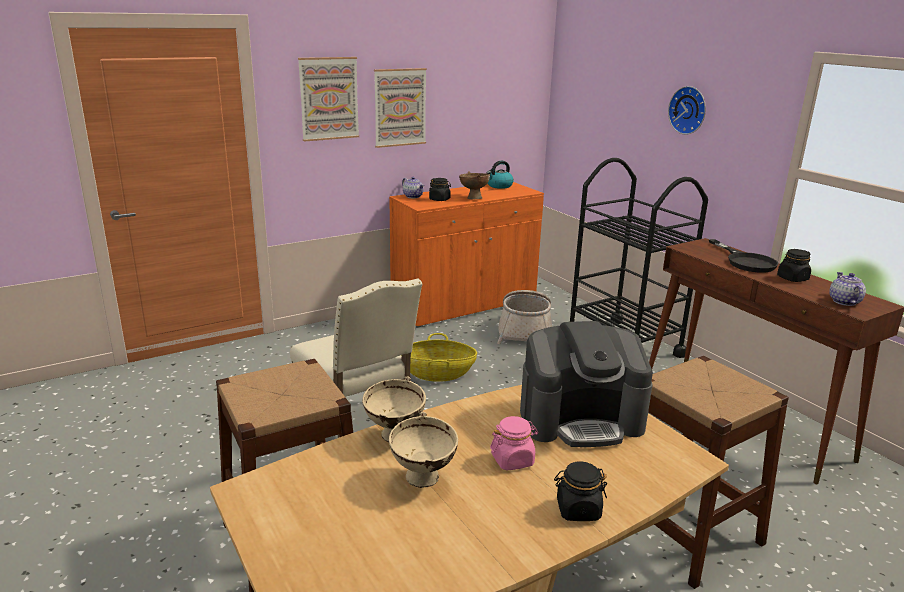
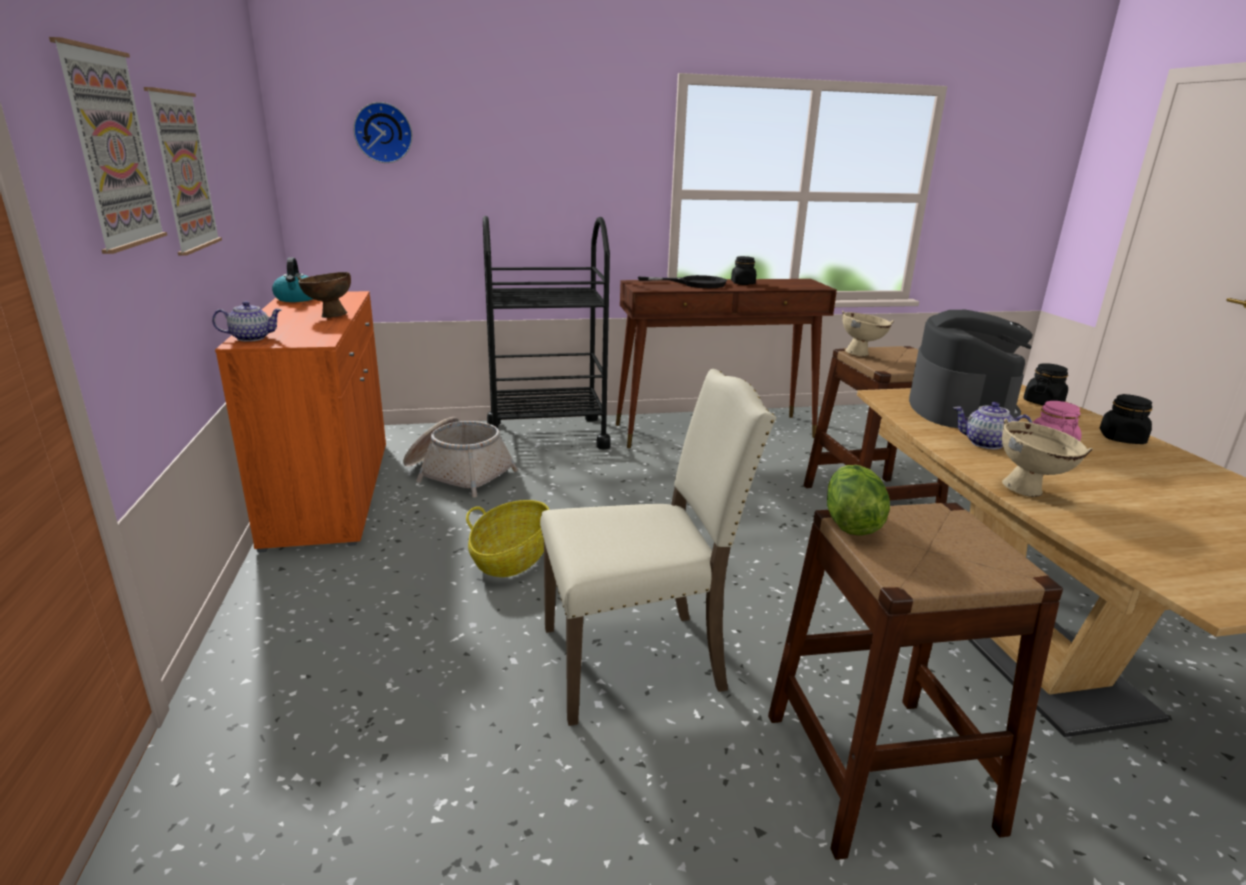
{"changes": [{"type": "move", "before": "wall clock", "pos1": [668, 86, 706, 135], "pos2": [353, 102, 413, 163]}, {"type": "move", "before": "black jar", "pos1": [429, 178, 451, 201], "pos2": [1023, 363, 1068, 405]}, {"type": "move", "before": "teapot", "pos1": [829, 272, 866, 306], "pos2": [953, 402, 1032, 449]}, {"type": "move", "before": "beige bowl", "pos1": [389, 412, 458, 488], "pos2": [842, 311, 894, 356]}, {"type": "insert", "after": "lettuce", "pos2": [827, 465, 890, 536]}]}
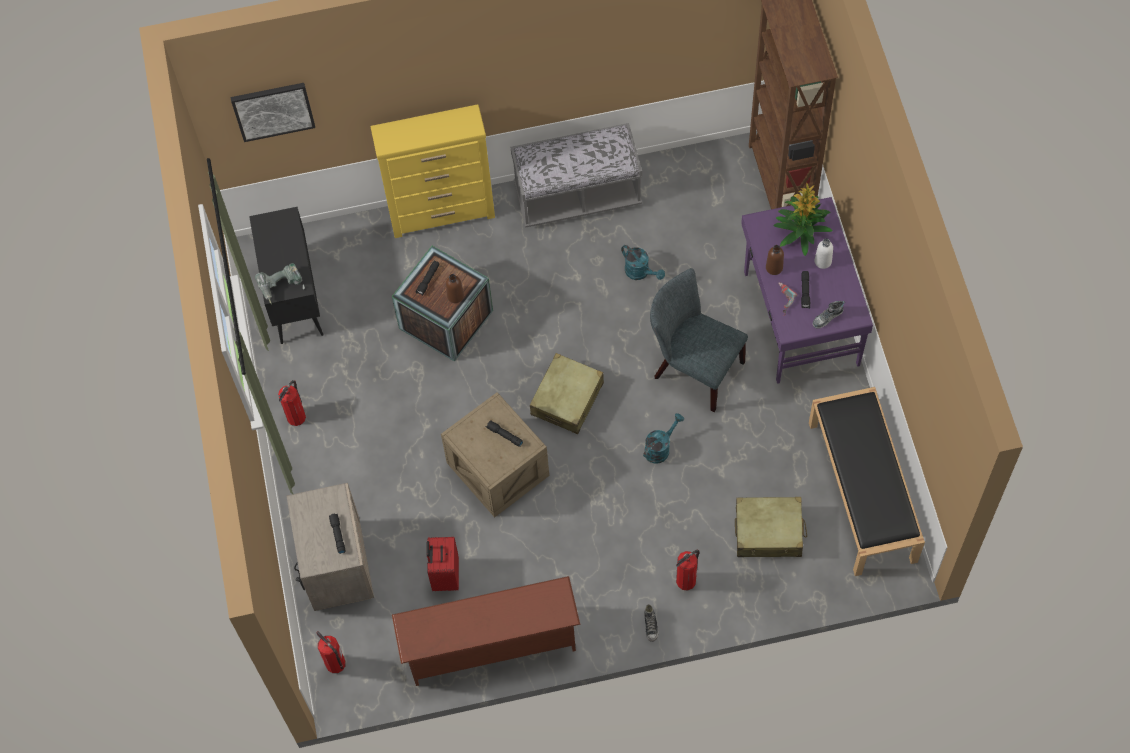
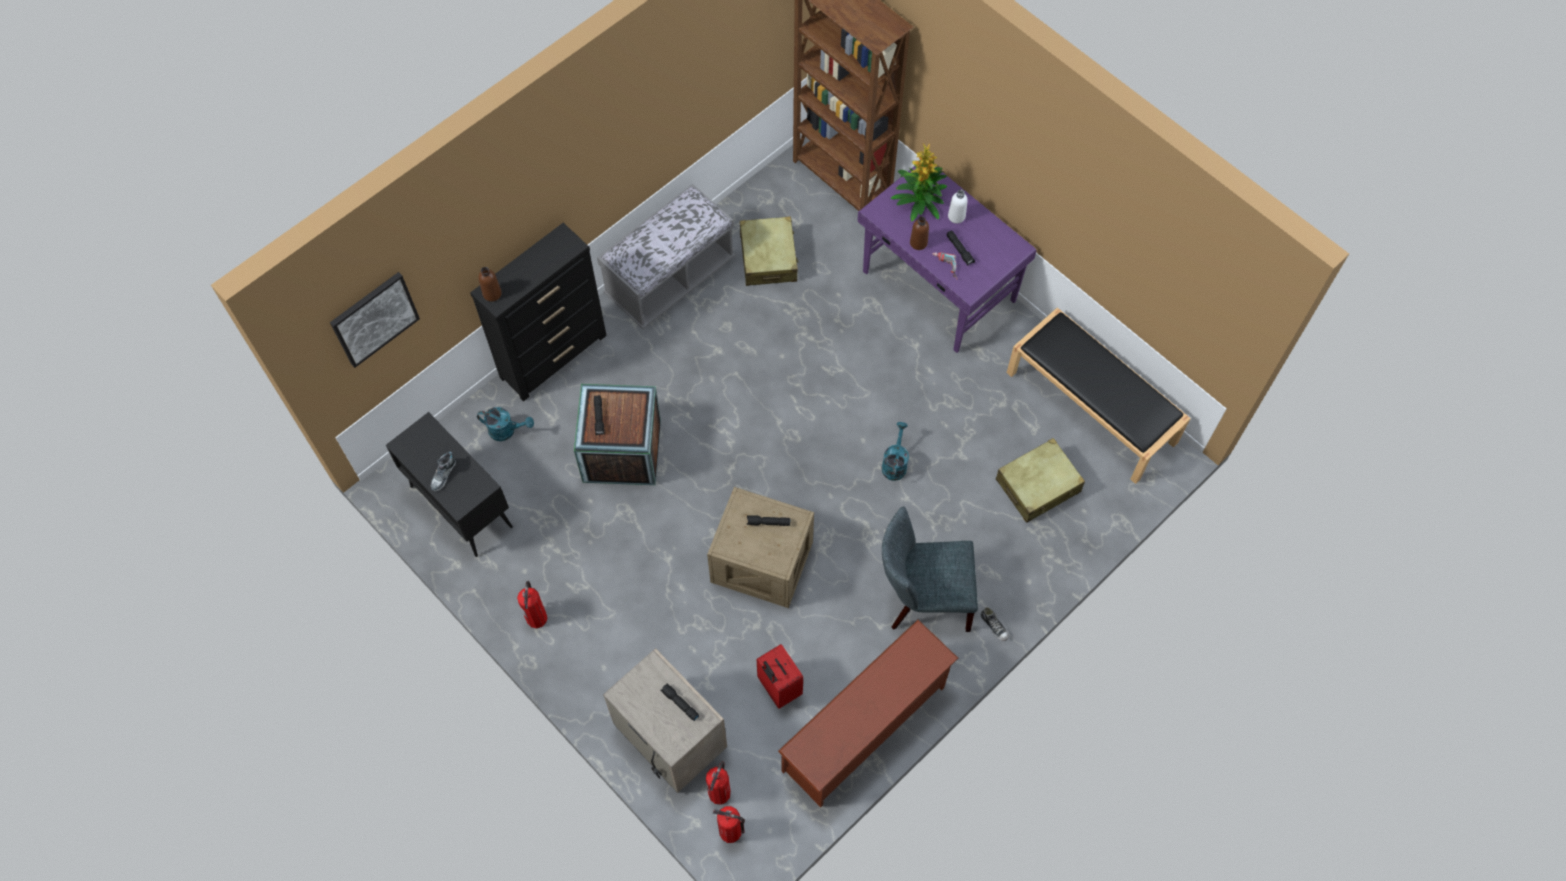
{"changes": [{"type": "recolor", "before": "yellow dresser", "after": "black dresser", "pos1": [371, 104, 495, 238], "pos2": [470, 223, 606, 401]}, {"type": "move", "before": "turquoise watering can", "pos1": [621, 245, 665, 280], "pos2": [477, 407, 534, 441]}, {"type": "delete", "before": "power drill", "pos1": [255, 263, 305, 305]}, {"type": "move", "before": "grey chair", "pos1": [650, 268, 748, 412], "pos2": [882, 506, 978, 632]}, {"type": "move", "before": "brown bottle", "pos1": [446, 274, 464, 303], "pos2": [479, 267, 502, 302]}, {"type": "move", "before": "shoe", "pos1": [812, 301, 845, 328], "pos2": [431, 451, 456, 491]}, {"type": "move", "before": "beige suitcase", "pos1": [530, 353, 604, 434], "pos2": [740, 216, 798, 286]}, {"type": "move", "before": "fire extinguisher", "pos1": [676, 550, 700, 590], "pos2": [706, 761, 731, 805]}]}
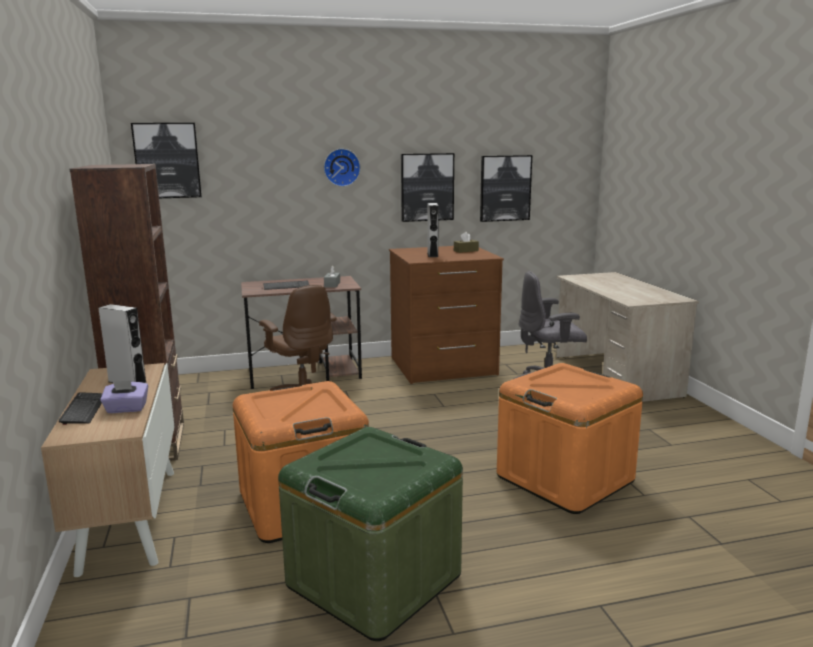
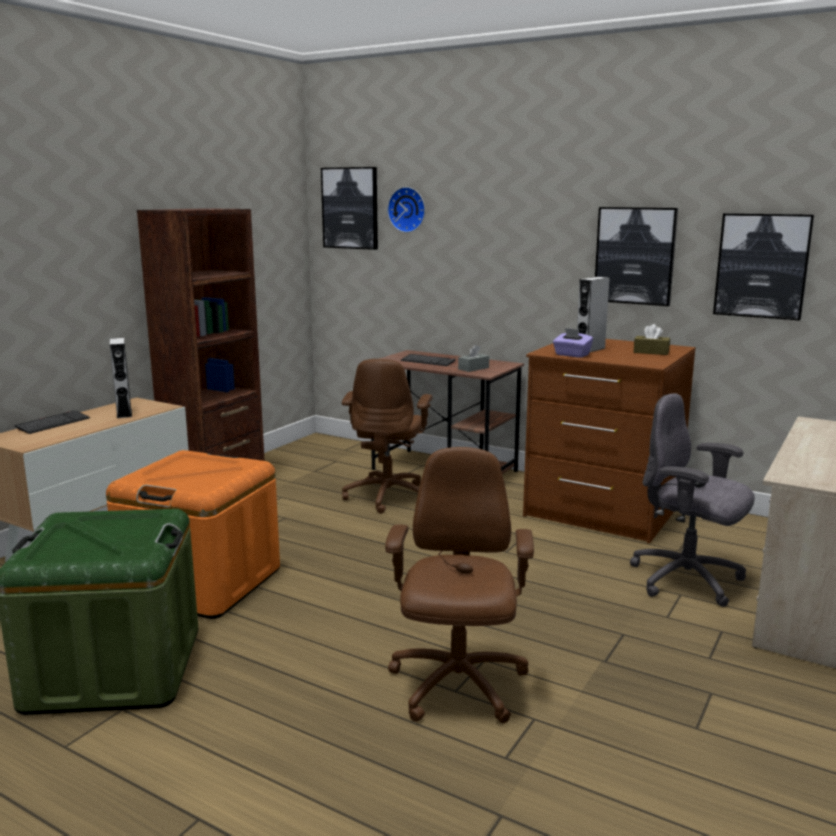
{"changes": [{"type": "move", "before": "wall clock", "pos1": [324, 148, 361, 187], "pos2": [387, 187, 425, 233]}, {"type": "replace", "before": "orange storage box", "after": "brown office chair", "pos1": [497, 363, 643, 514], "pos2": [385, 447, 534, 723]}, {"type": "move", "before": "purple tissue box", "pos1": [100, 381, 148, 413], "pos2": [553, 328, 593, 358]}]}
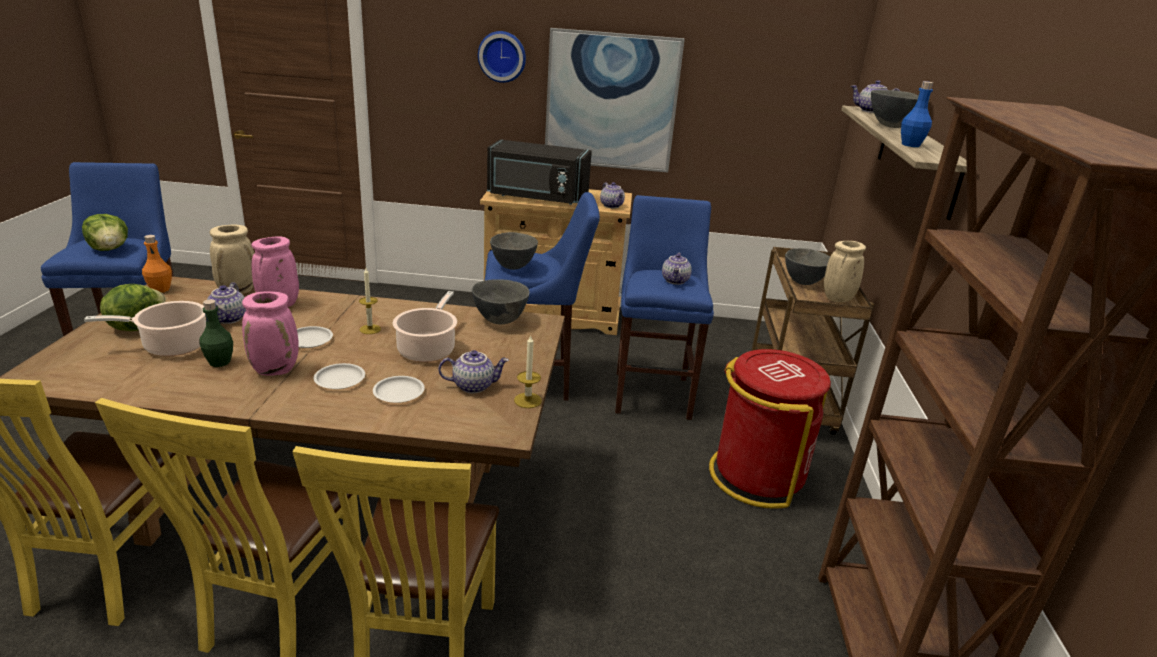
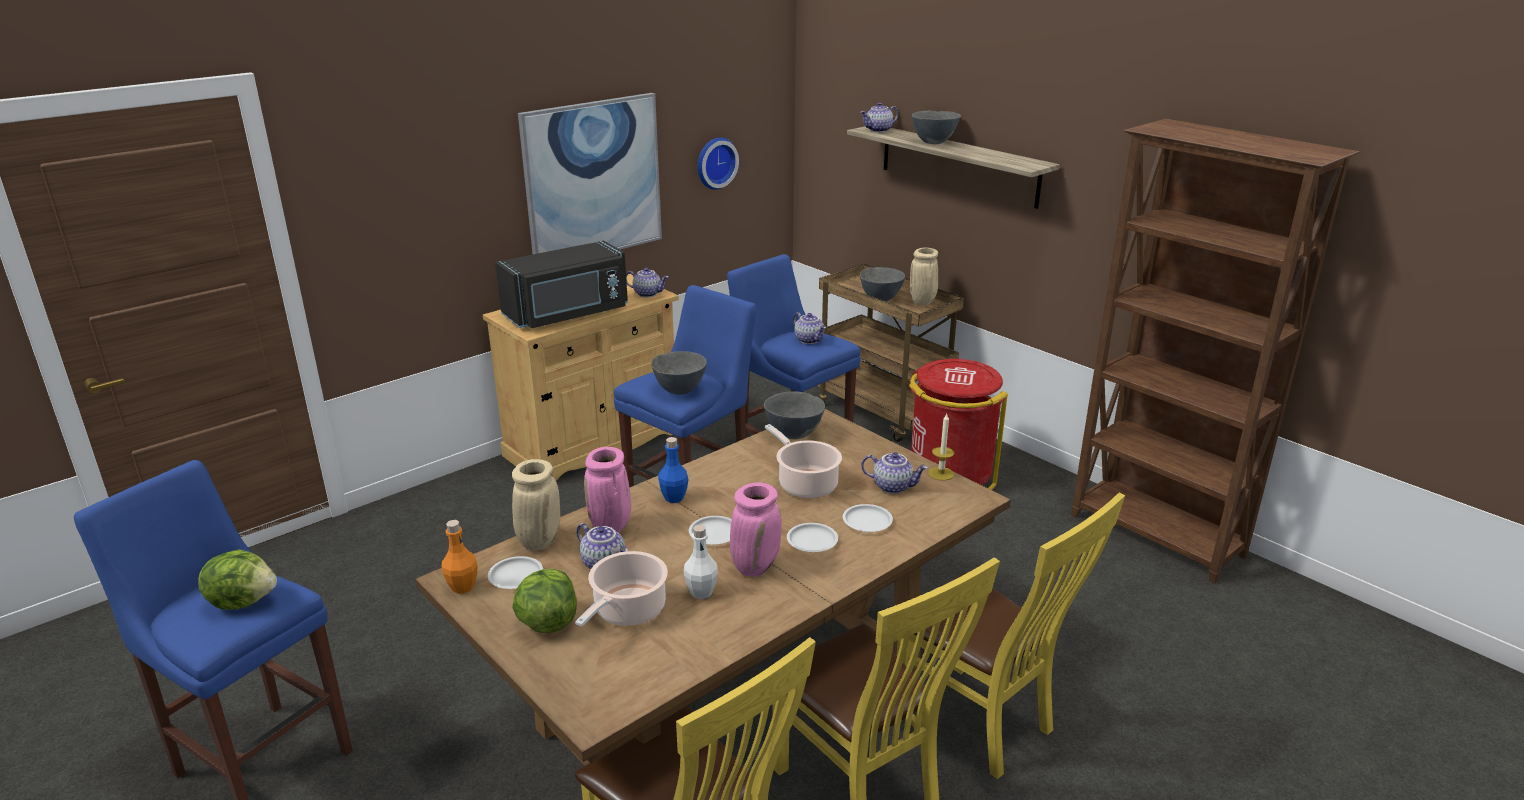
{"changes": [{"type": "move", "before": "wall clock", "pos1": [478, 31, 526, 83], "pos2": [697, 137, 739, 190]}, {"type": "move", "before": "blue bottle", "pos1": [901, 81, 933, 147], "pos2": [658, 437, 689, 503]}, {"type": "delete", "before": "candle", "pos1": [359, 268, 381, 334]}, {"type": "recolor", "before": "green bottle", "after": "white bottle", "pos1": [199, 299, 233, 367], "pos2": [684, 525, 718, 599]}, {"type": "rotate", "before": "teapot", "pos1": [438, 350, 509, 393], "pos2": [861, 452, 928, 494], "turn": 75}, {"type": "insert", "after": "white plate", "pos2": [488, 556, 543, 589]}]}
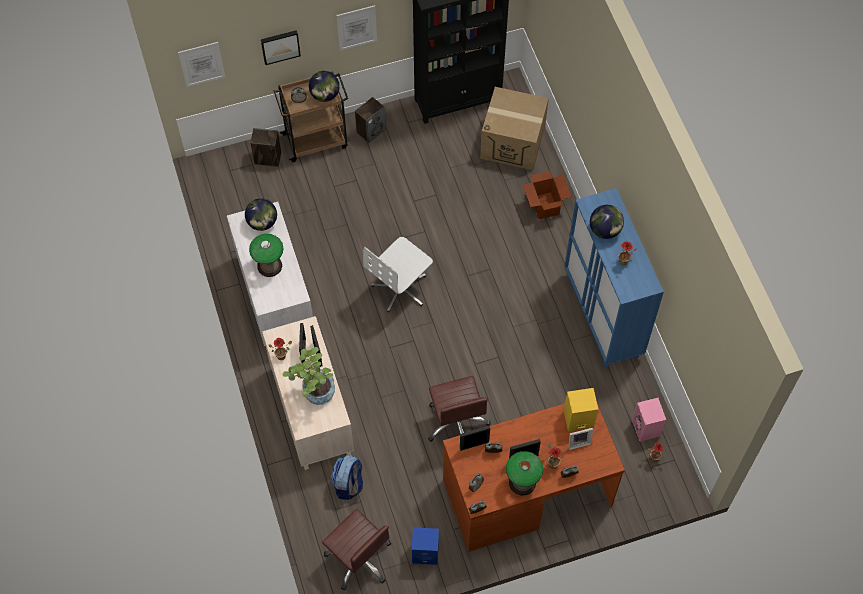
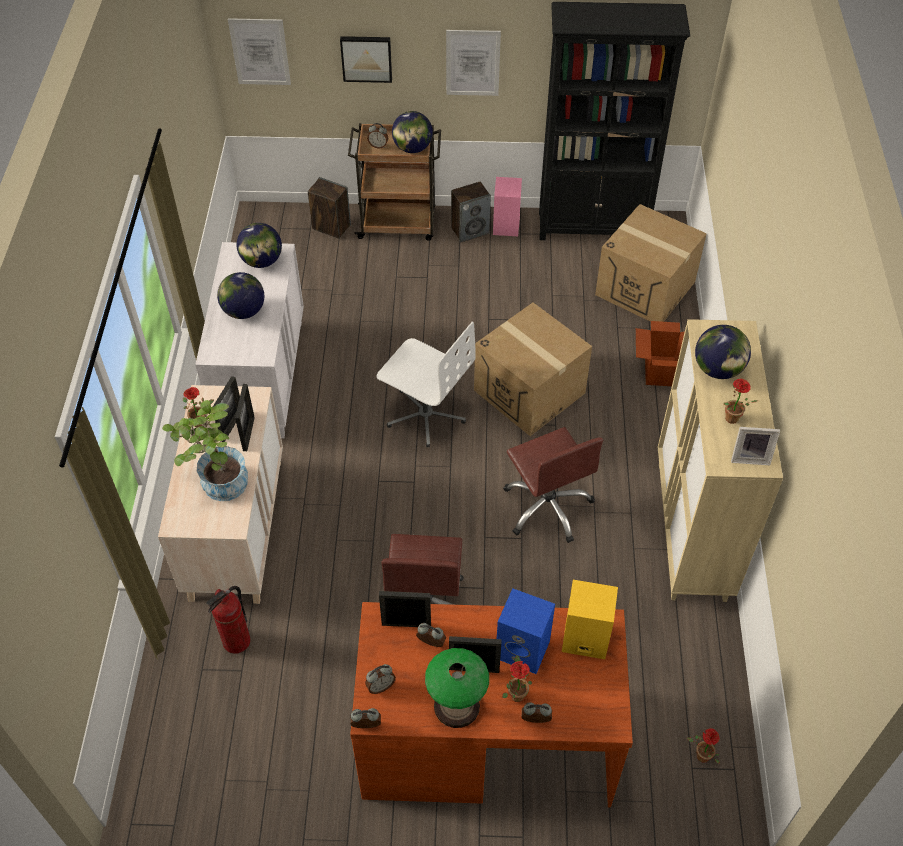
{"changes": [{"type": "recolor", "before": "blue cabinet", "after": "beige cabinet", "pos1": [564, 188, 664, 368], "pos2": [658, 319, 783, 602]}, {"type": "replace", "before": "table lamp", "after": "globe", "pos1": [249, 234, 284, 277], "pos2": [217, 272, 264, 319]}, {"type": "rotate", "before": "white office chair", "pos1": [363, 237, 433, 312], "pos2": [376, 322, 476, 447], "turn": -120}, {"type": "move", "before": "pink speaker", "pos1": [632, 398, 666, 442], "pos2": [493, 177, 522, 236]}, {"type": "move", "before": "picture frame", "pos1": [568, 428, 593, 450], "pos2": [731, 427, 780, 465]}, {"type": "replace", "before": "backpack", "after": "fire extinguisher", "pos1": [331, 455, 363, 500], "pos2": [206, 586, 250, 654]}, {"type": "move", "before": "brown office chair", "pos1": [322, 509, 391, 590], "pos2": [503, 427, 603, 543]}, {"type": "move", "before": "blue speaker", "pos1": [412, 527, 439, 565], "pos2": [497, 588, 555, 674]}, {"type": "insert", "after": "cardboard box", "pos2": [474, 303, 592, 436]}]}
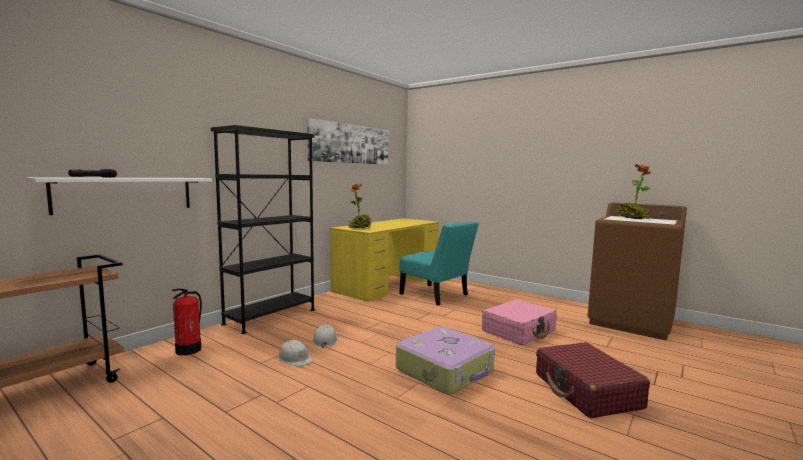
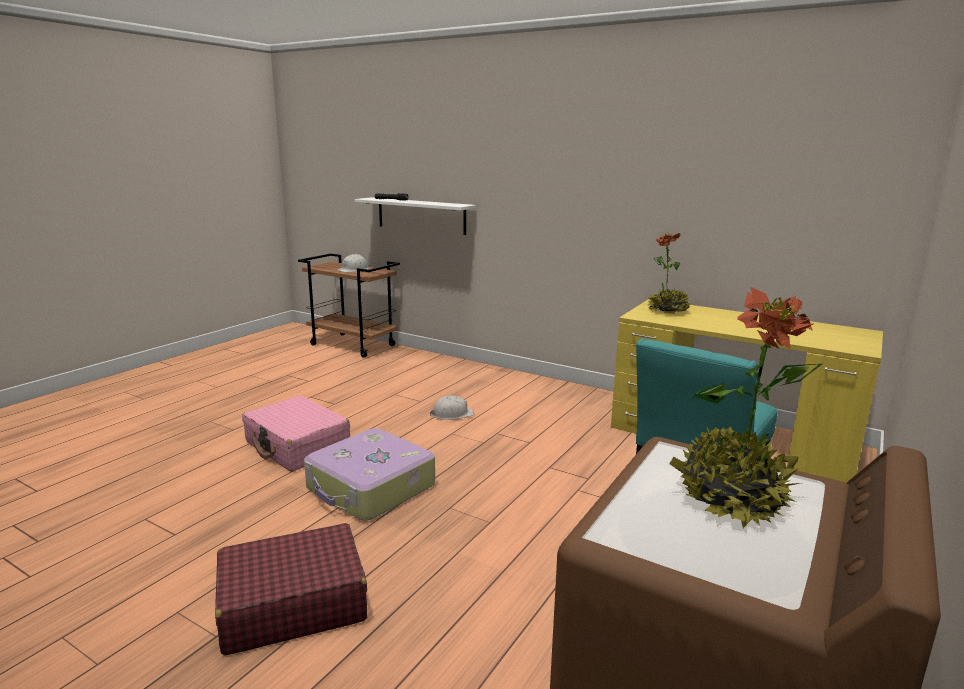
{"changes": [{"type": "delete", "before": "picture", "pos1": [307, 118, 388, 165]}, {"type": "delete", "before": "black bookcase", "pos1": [211, 125, 315, 334]}, {"type": "delete", "before": "fire extinguisher", "pos1": [172, 289, 202, 355]}, {"type": "move", "before": "pink suitcase", "pos1": [482, 299, 557, 345], "pos2": [242, 395, 350, 472]}, {"type": "move", "before": "white hard hat", "pos1": [278, 340, 313, 366], "pos2": [337, 254, 368, 272]}]}
